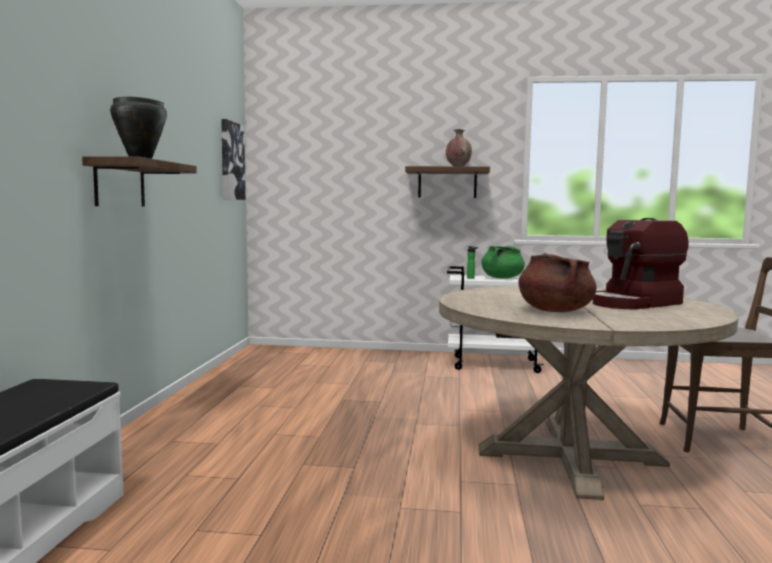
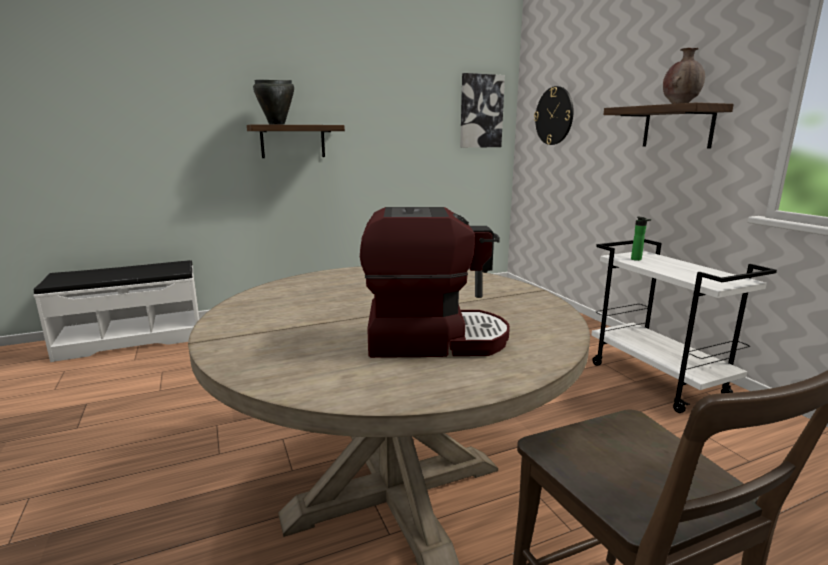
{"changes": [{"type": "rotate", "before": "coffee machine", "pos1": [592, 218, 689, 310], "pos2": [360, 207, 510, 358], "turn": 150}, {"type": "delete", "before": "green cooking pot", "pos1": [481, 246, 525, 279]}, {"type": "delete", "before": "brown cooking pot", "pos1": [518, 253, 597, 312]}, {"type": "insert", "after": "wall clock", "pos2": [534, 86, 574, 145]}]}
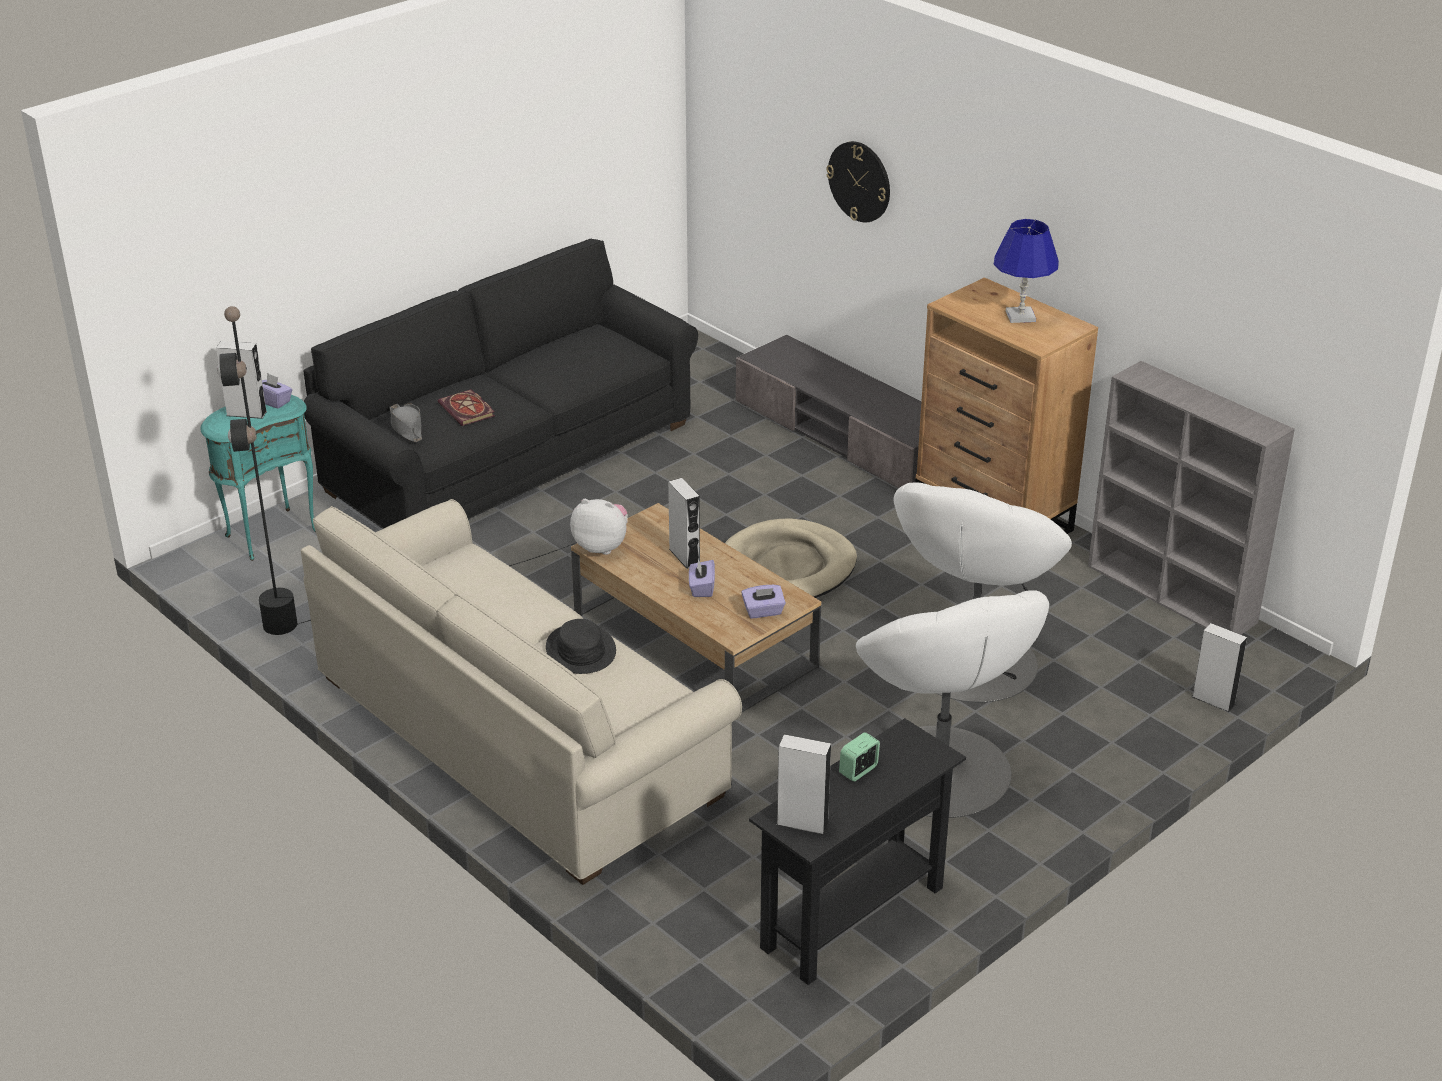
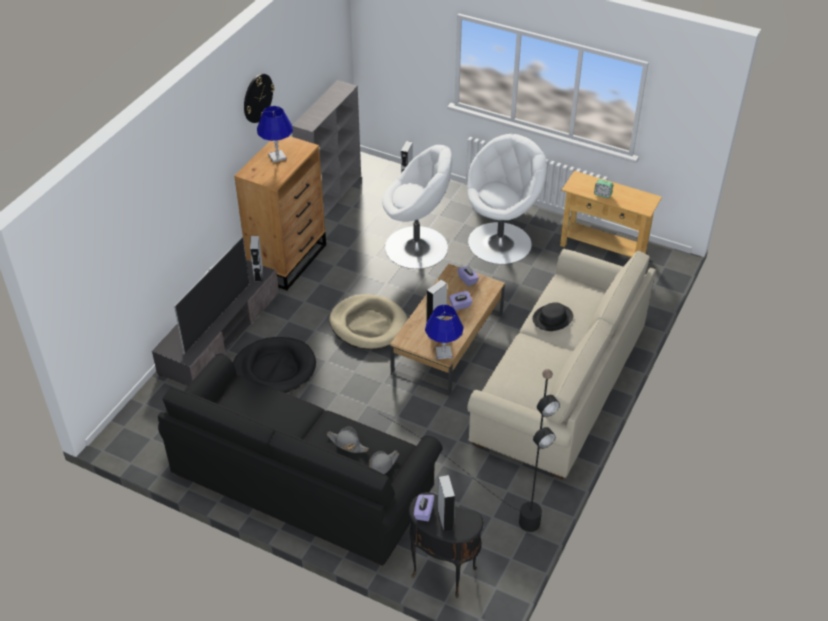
{"changes": [{"type": "move", "before": "wall clock", "pos1": [826, 141, 890, 223], "pos2": [244, 73, 274, 123]}, {"type": "replace", "before": "book", "after": "grey hat", "pos1": [438, 389, 495, 426], "pos2": [326, 427, 369, 453]}, {"type": "recolor", "before": "turquoise side table", "after": "black side table", "pos1": [200, 395, 316, 561], "pos2": [409, 492, 484, 598]}, {"type": "replace", "before": "plush toy", "after": "blue table lamp", "pos1": [570, 499, 628, 555], "pos2": [425, 305, 464, 359]}, {"type": "recolor", "before": "black console table", "after": "beige console table", "pos1": [749, 718, 966, 985], "pos2": [560, 171, 662, 257]}, {"type": "move", "before": "grey speaker", "pos1": [776, 734, 831, 835], "pos2": [250, 236, 263, 282]}, {"type": "insert", "after": "television", "pos2": [174, 237, 250, 354]}, {"type": "insert", "after": "black dog bed", "pos2": [233, 337, 316, 393]}]}
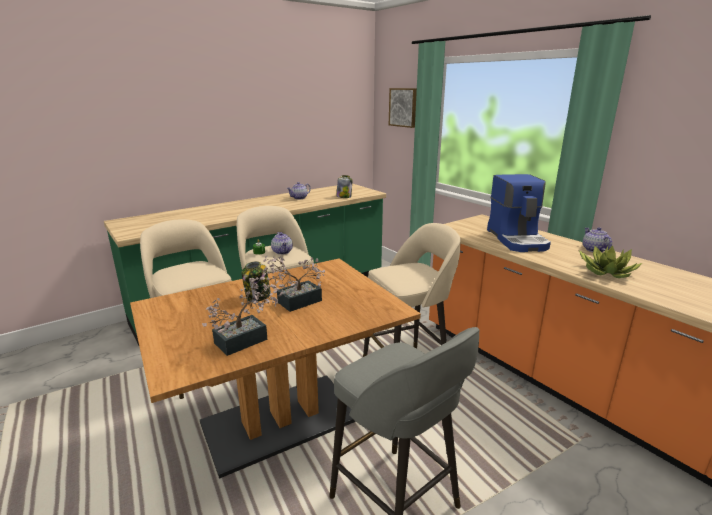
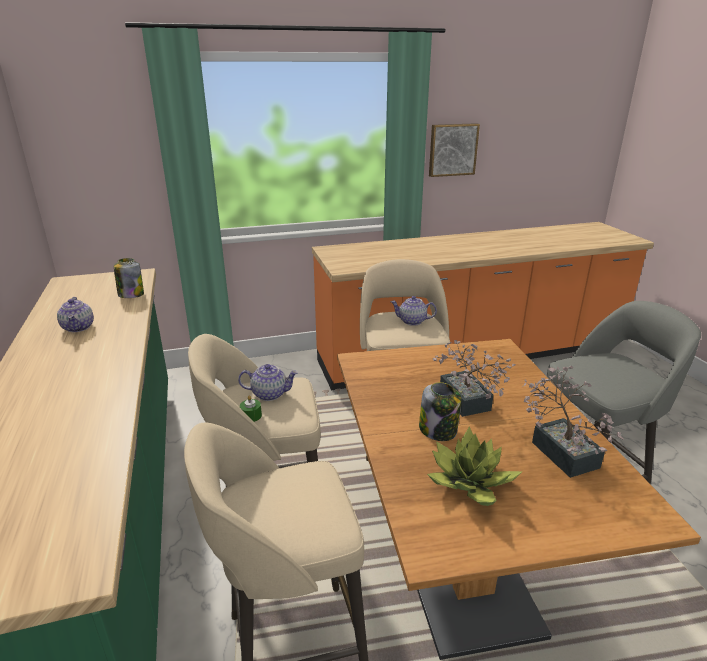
{"changes": [{"type": "move", "before": "picture", "pos1": [389, 88, 417, 128], "pos2": [429, 123, 480, 177]}, {"type": "delete", "before": "coffee machine", "pos1": [487, 174, 551, 252]}, {"type": "move", "before": "teapot", "pos1": [583, 227, 612, 252], "pos2": [391, 296, 437, 326]}, {"type": "move", "before": "potted plant", "pos1": [579, 246, 642, 278], "pos2": [427, 426, 523, 506]}]}
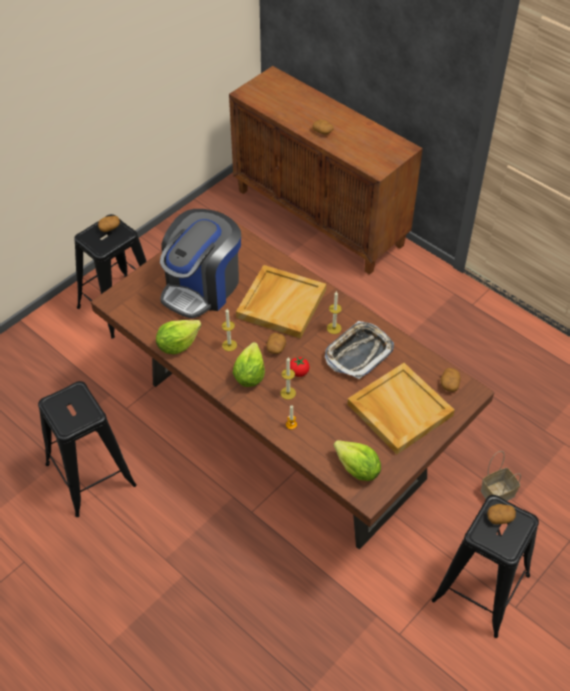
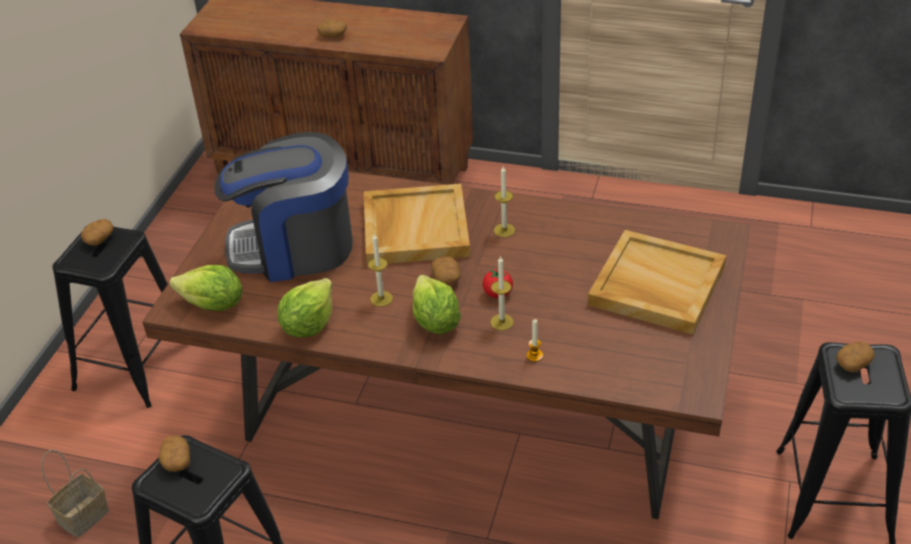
{"changes": [{"type": "rotate", "before": "coffee machine", "pos1": [160, 209, 241, 319], "pos2": [214, 132, 353, 282], "turn": 75}, {"type": "delete", "before": "tray", "pos1": [325, 321, 394, 379]}, {"type": "move", "before": "potato", "pos1": [440, 368, 461, 392], "pos2": [159, 436, 190, 472]}, {"type": "move", "before": "lettuce", "pos1": [334, 440, 381, 481], "pos2": [169, 265, 243, 311]}, {"type": "move", "before": "basket", "pos1": [481, 451, 521, 501], "pos2": [42, 450, 109, 537]}]}
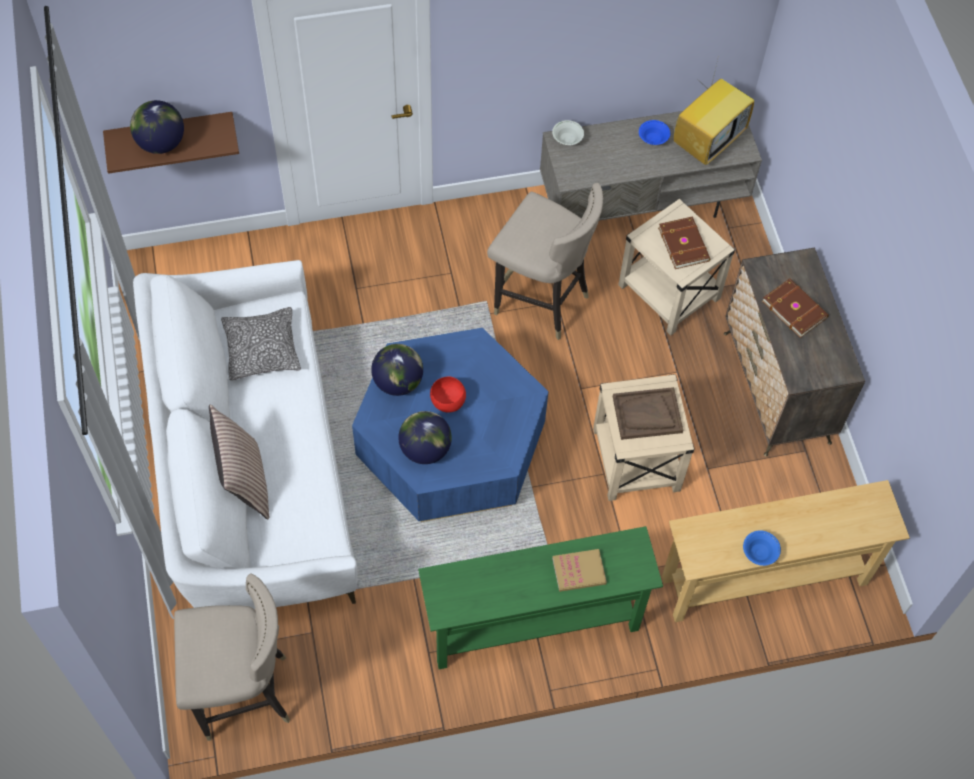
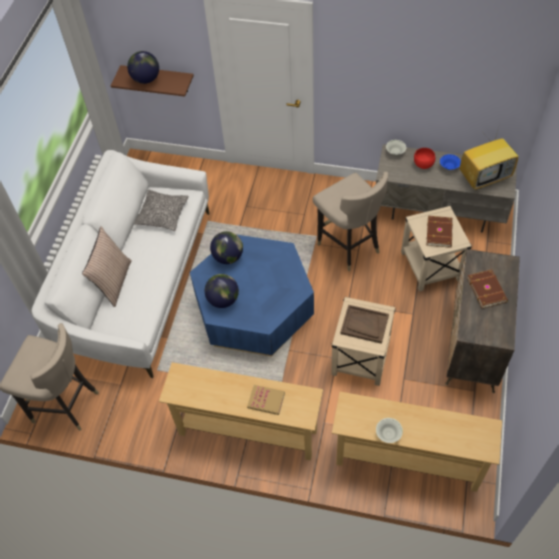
{"changes": [{"type": "move", "before": "red bowl", "pos1": [430, 377, 466, 412], "pos2": [414, 148, 436, 169]}, {"type": "recolor", "before": "green console table", "after": "beige console table", "pos1": [418, 526, 663, 669], "pos2": [159, 362, 323, 461]}, {"type": "recolor", "before": "blue bowl", "after": "white bowl", "pos1": [743, 530, 781, 566], "pos2": [376, 418, 403, 443]}]}
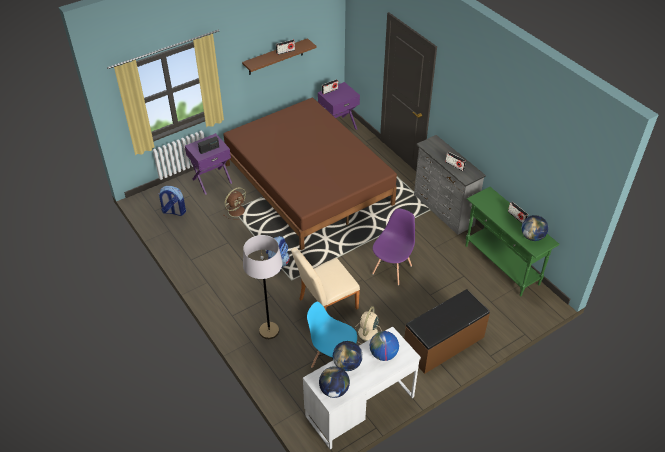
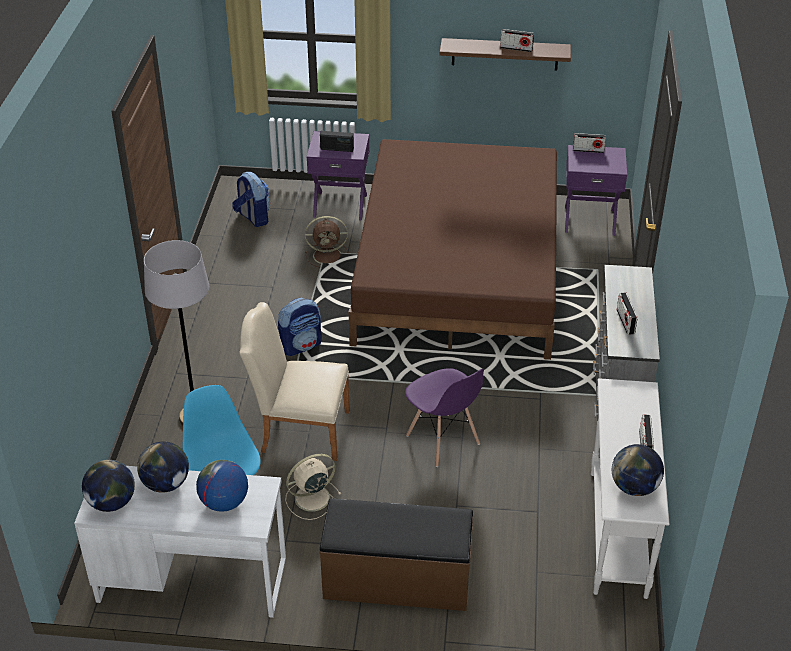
{"changes": [{"type": "recolor", "before": "green console table", "after": "white console table", "pos1": [465, 187, 560, 296], "pos2": [591, 378, 669, 599]}, {"type": "rotate", "before": "purple chair", "pos1": [372, 208, 415, 285], "pos2": [405, 368, 484, 467], "turn": 75}]}
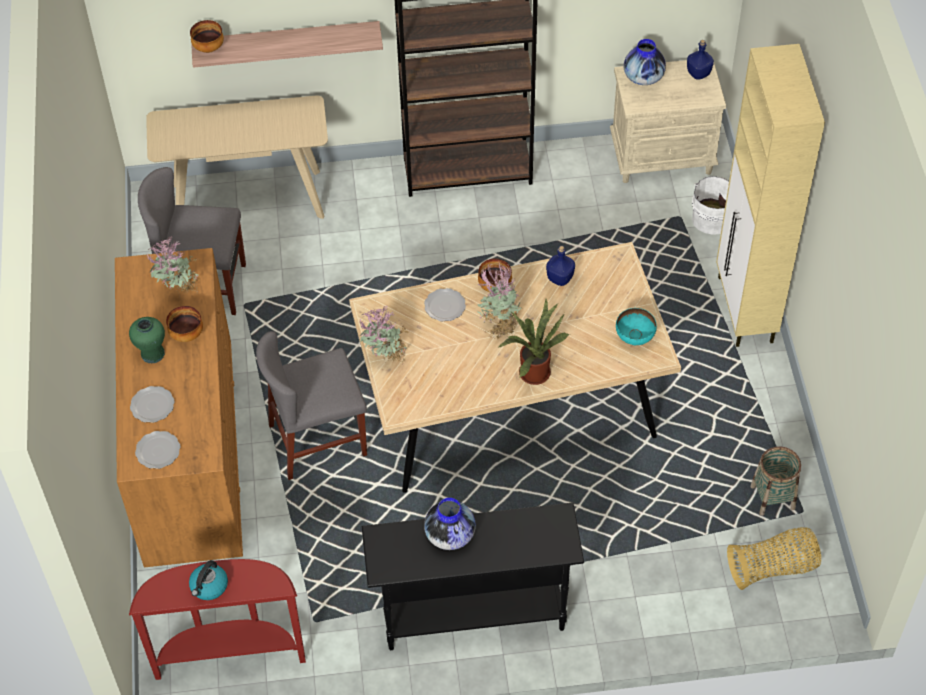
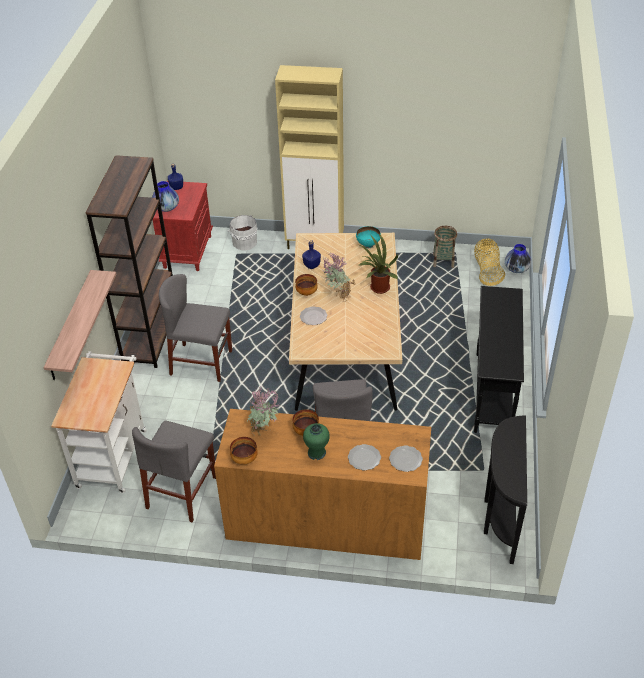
{"changes": [{"type": "move", "before": "bowl", "pos1": [190, 20, 224, 53], "pos2": [230, 437, 258, 464]}, {"type": "recolor", "before": "beige nightstand", "after": "red nightstand", "pos1": [610, 60, 726, 183], "pos2": [152, 181, 213, 271]}, {"type": "replace", "before": "beige console table", "after": "white cart", "pos1": [146, 95, 328, 219], "pos2": [51, 351, 147, 493]}, {"type": "delete", "before": "potted plant", "pos1": [359, 306, 410, 365]}, {"type": "move", "before": "vase", "pos1": [424, 498, 476, 550], "pos2": [505, 244, 531, 273]}, {"type": "recolor", "before": "red console table", "after": "black console table", "pos1": [129, 559, 306, 680], "pos2": [484, 415, 527, 564]}, {"type": "delete", "before": "kettle", "pos1": [189, 560, 228, 600]}, {"type": "insert", "after": "grey chair", "pos2": [159, 274, 232, 382]}]}
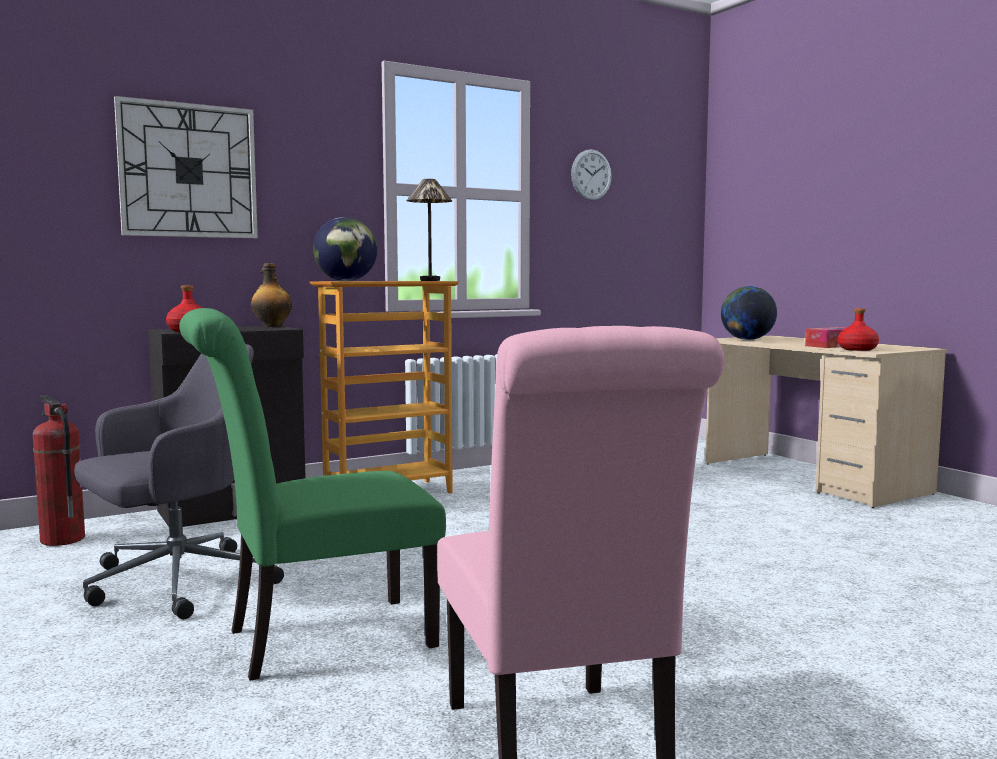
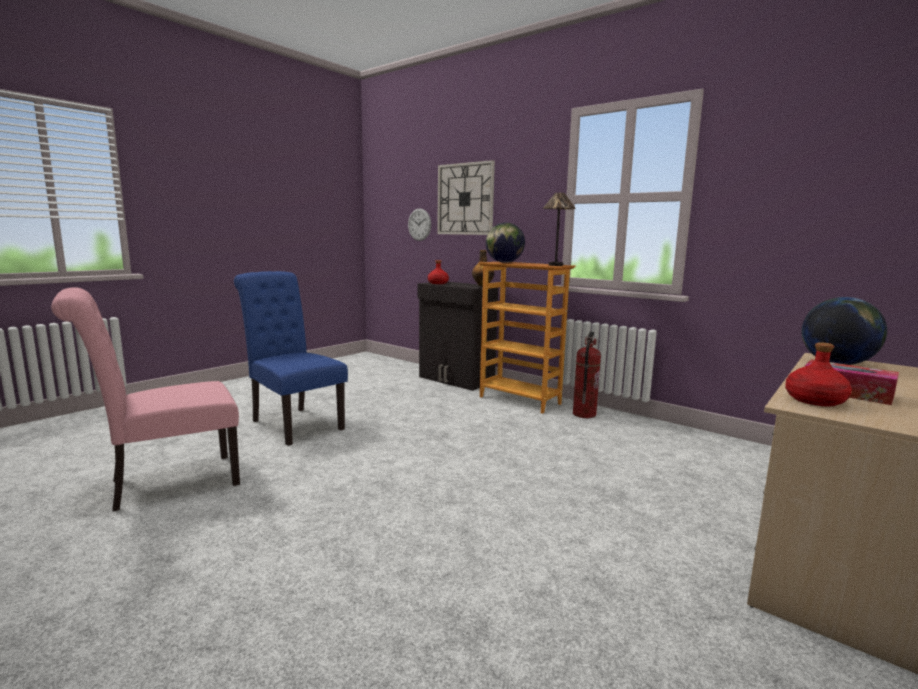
{"changes": [{"type": "move", "before": "wall clock", "pos1": [571, 149, 612, 200], "pos2": [408, 208, 431, 241]}, {"type": "recolor", "before": "green chair", "after": "blue chair", "pos1": [179, 308, 446, 681], "pos2": [234, 271, 348, 446]}, {"type": "delete", "before": "grey office chair", "pos1": [74, 344, 284, 619]}, {"type": "move", "before": "fire extinguisher", "pos1": [33, 395, 85, 546], "pos2": [573, 332, 601, 418]}]}
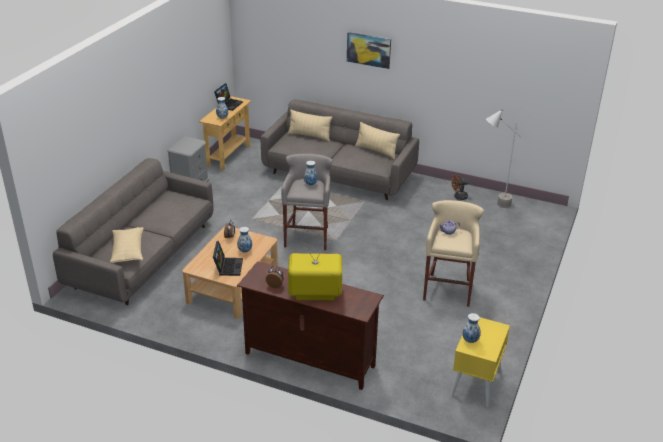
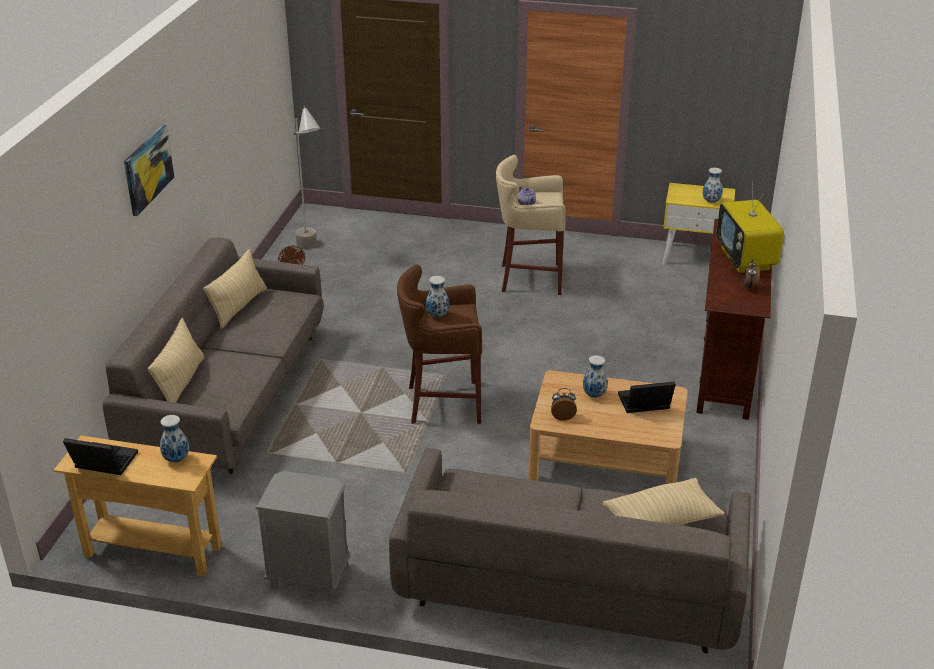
{"changes": [{"type": "recolor", "before": "grey stool", "after": "brown stool", "pos1": [281, 154, 333, 250], "pos2": [397, 264, 482, 424]}]}
